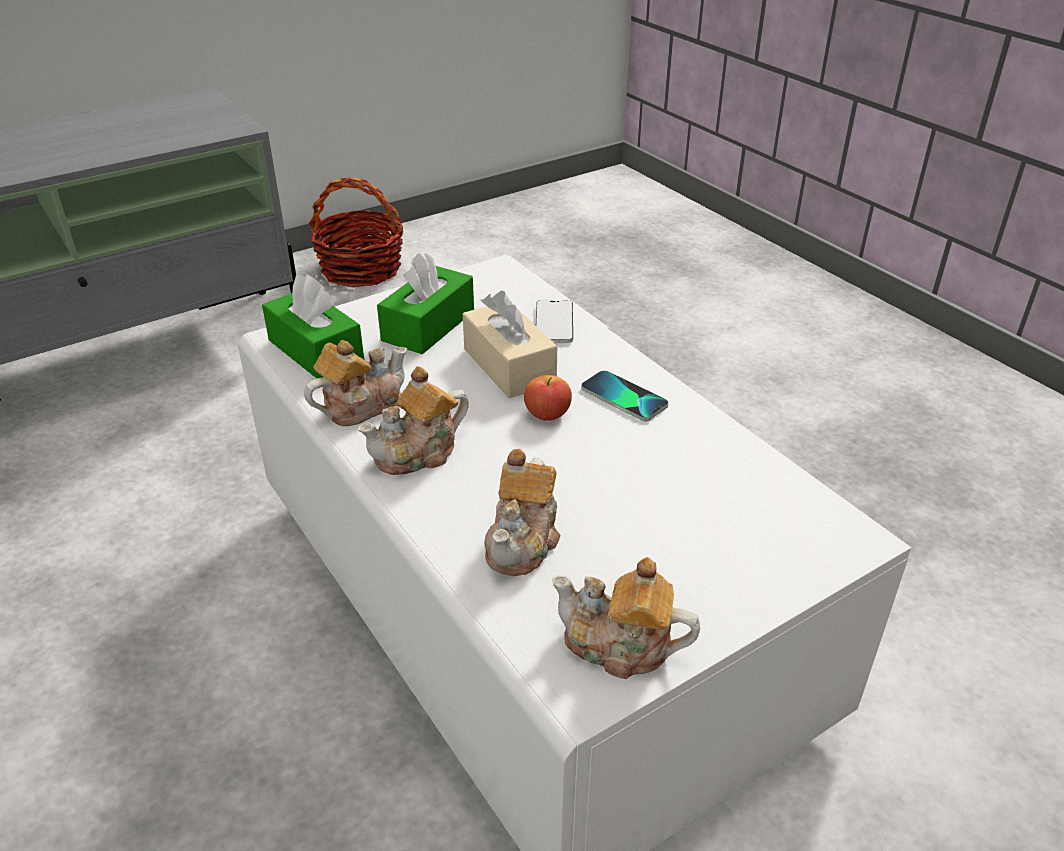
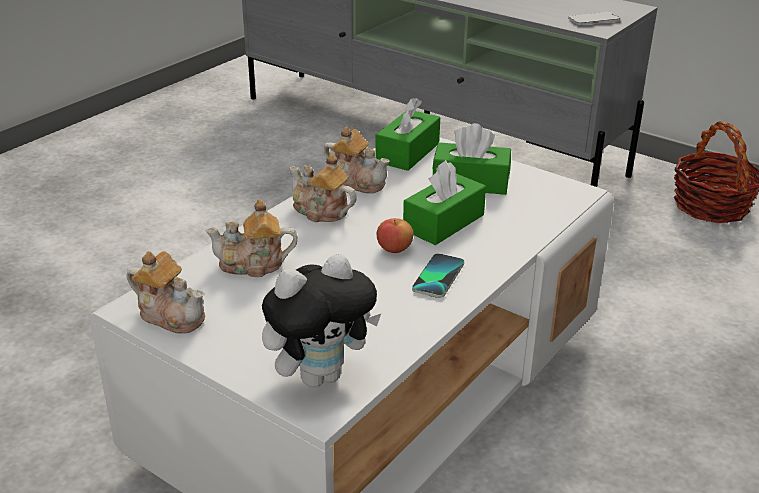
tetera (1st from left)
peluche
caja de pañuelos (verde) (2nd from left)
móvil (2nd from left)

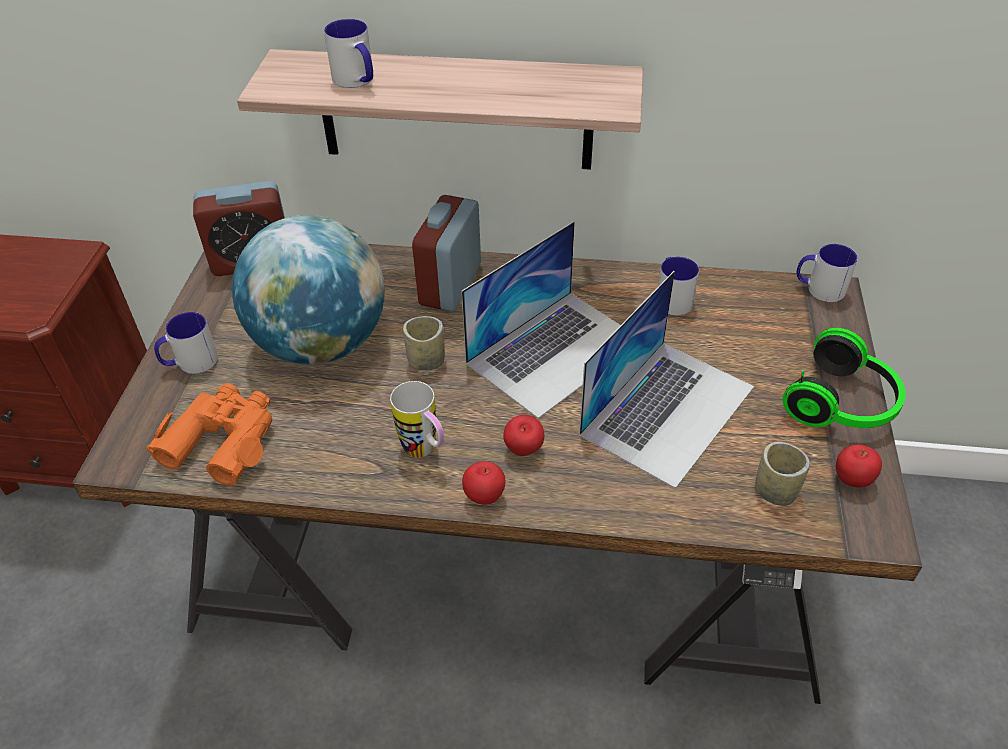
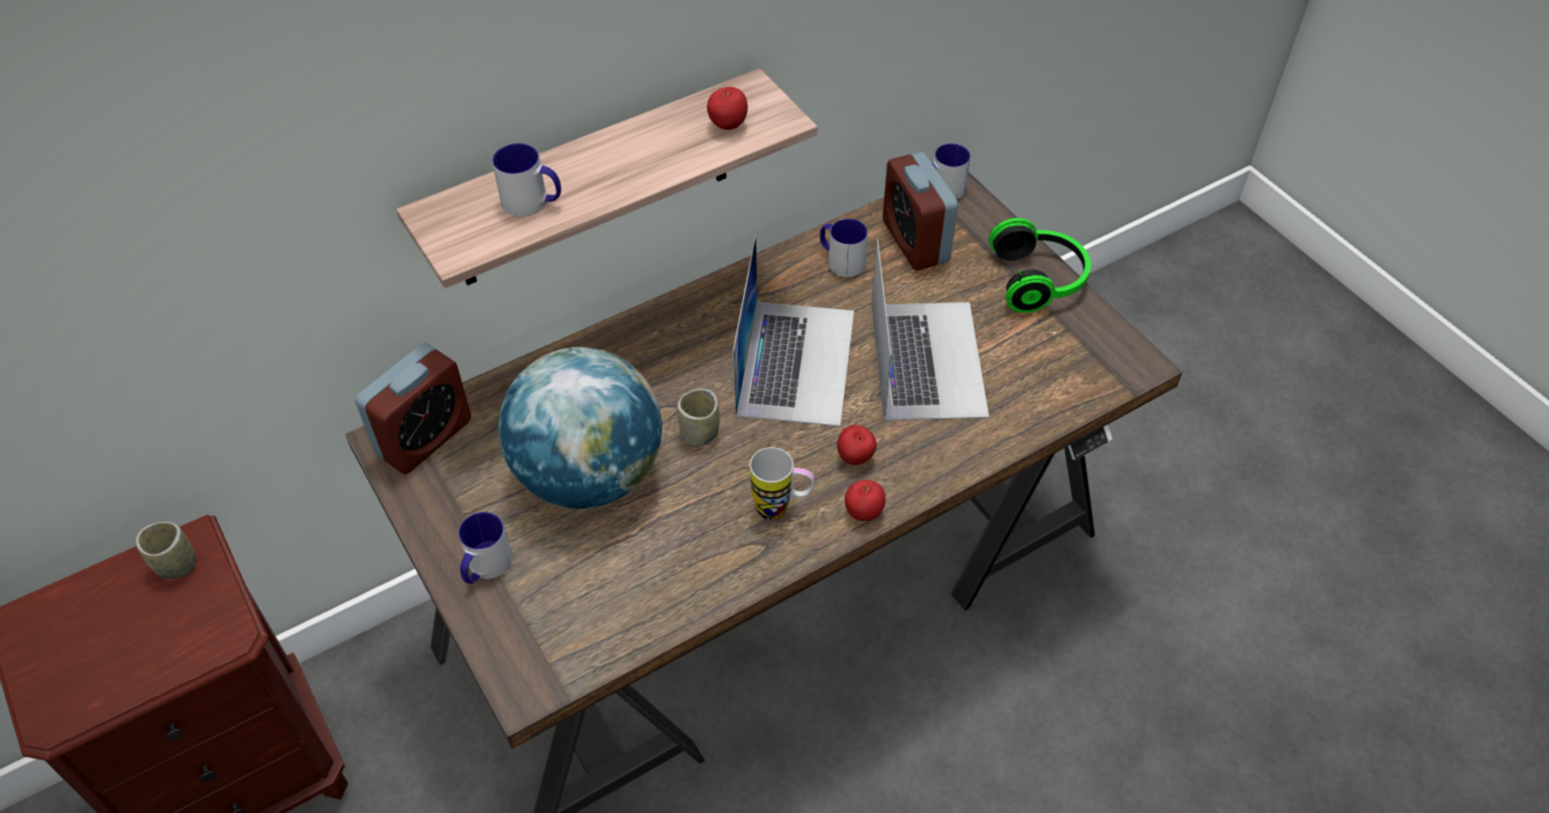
taza (1st from left)
manzana (1st from left)
despertador (2nd from left)
prismáticos (naranja)

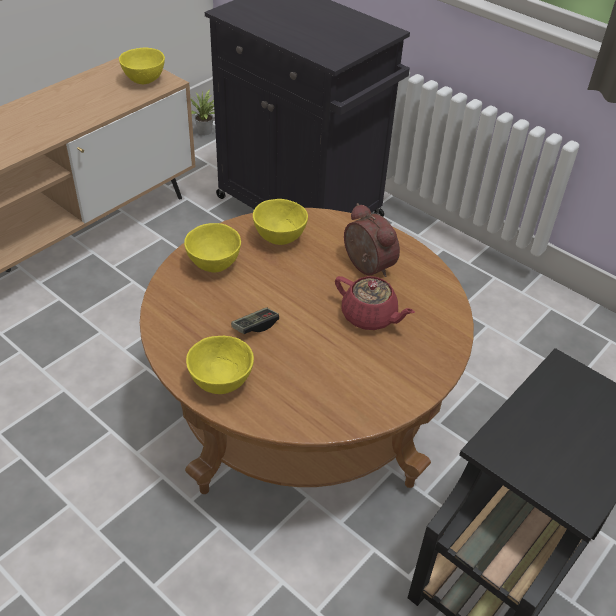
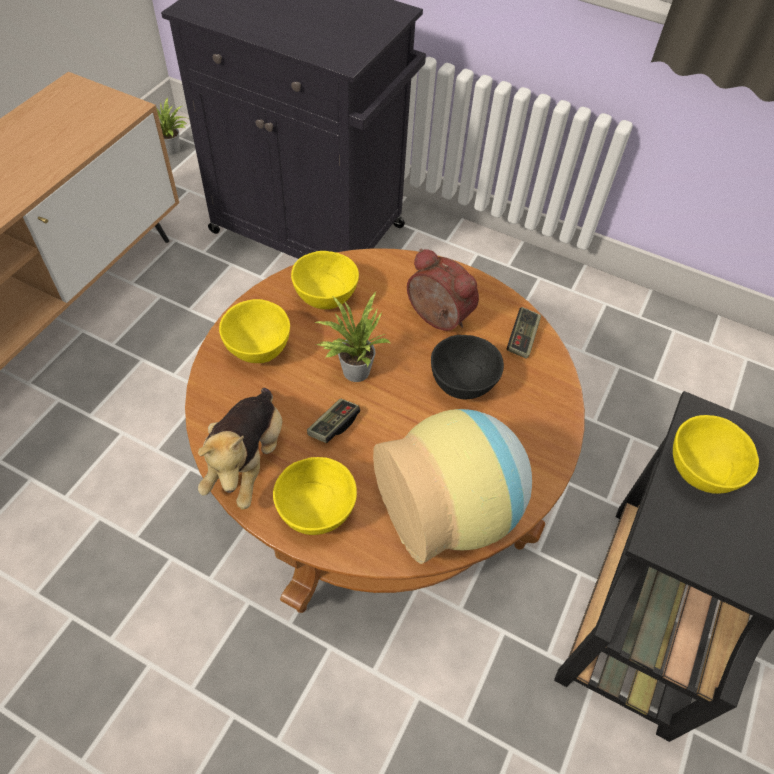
peluche
planta en maceta (2nd from left)
florero
cuenco (negro)
mando de consola (2nd from left)
cuenco (amarillo) (4th from left)

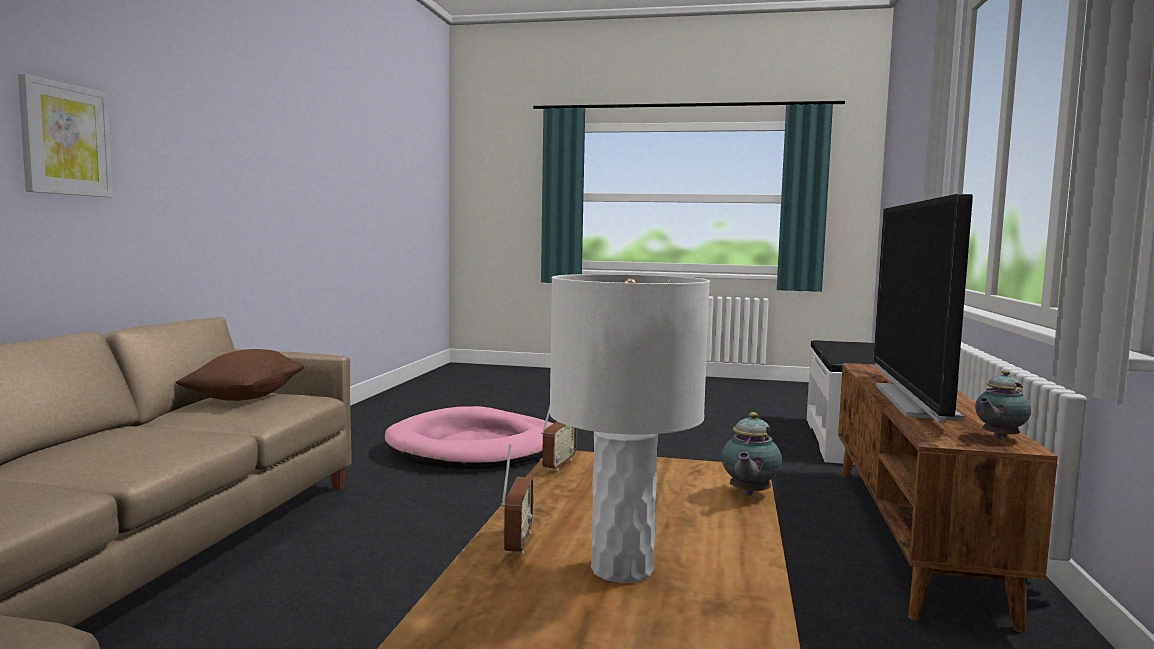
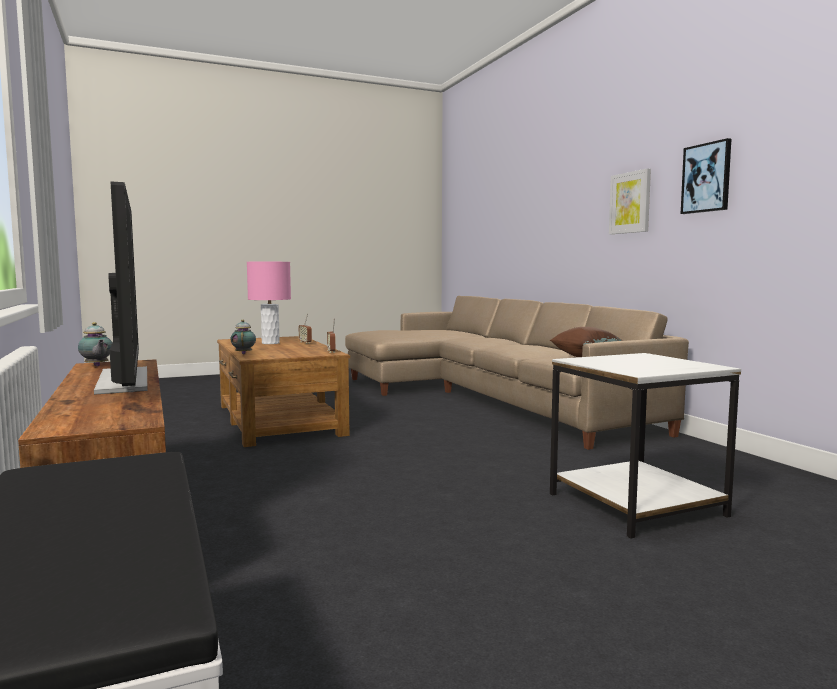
tetera (1st from left)
lámpara de mesa (rosa)
mesa auxiliar (blanco)
cuadro (2nd from left)

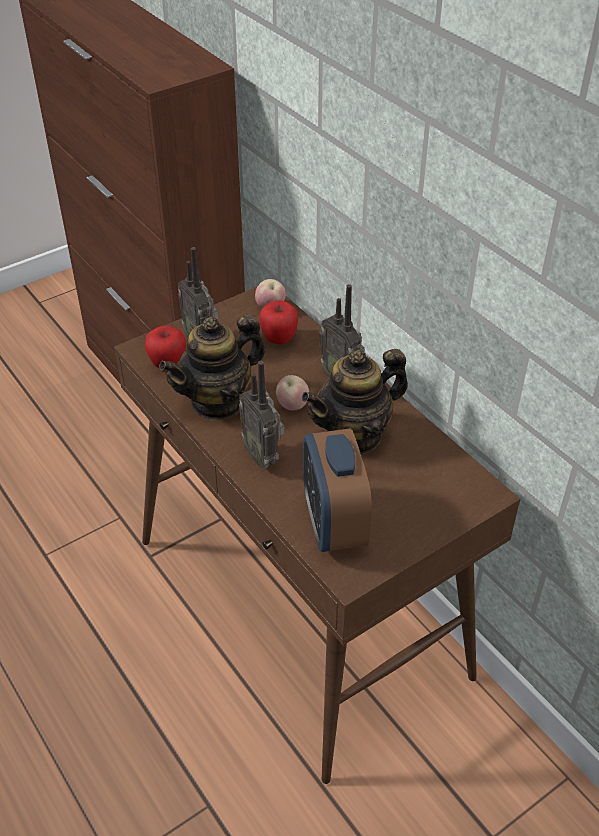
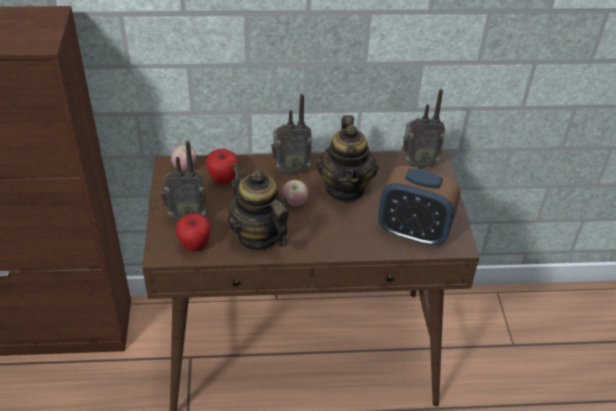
tetera (1st from left)
radio (3rd from left)

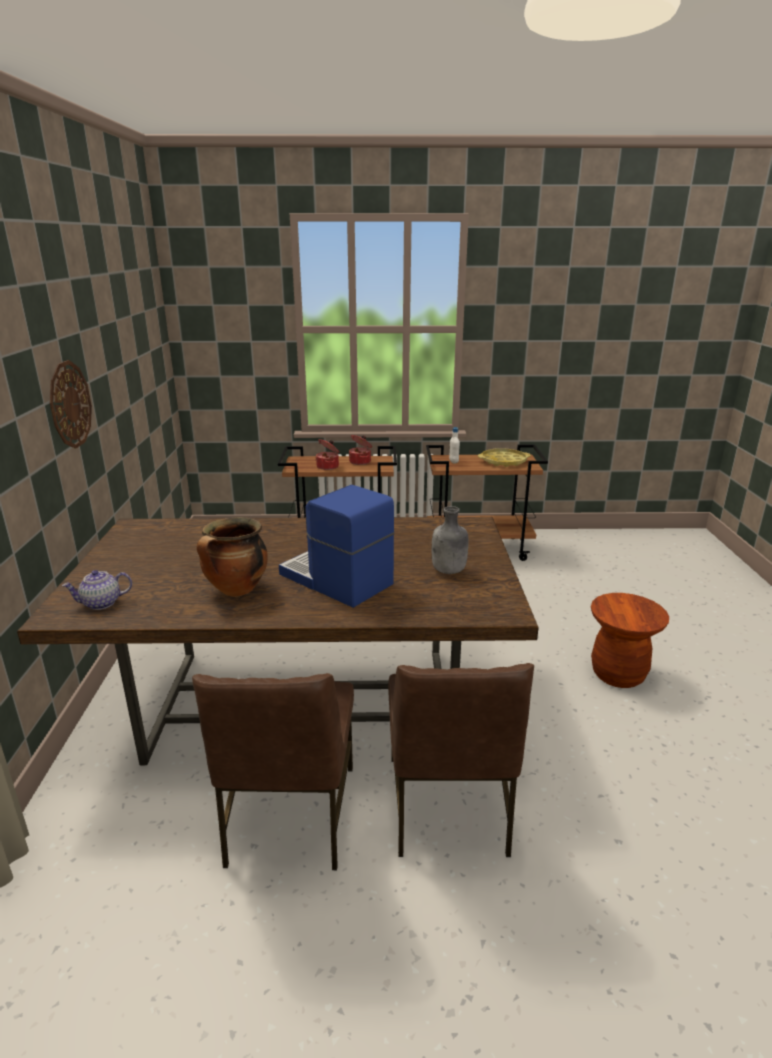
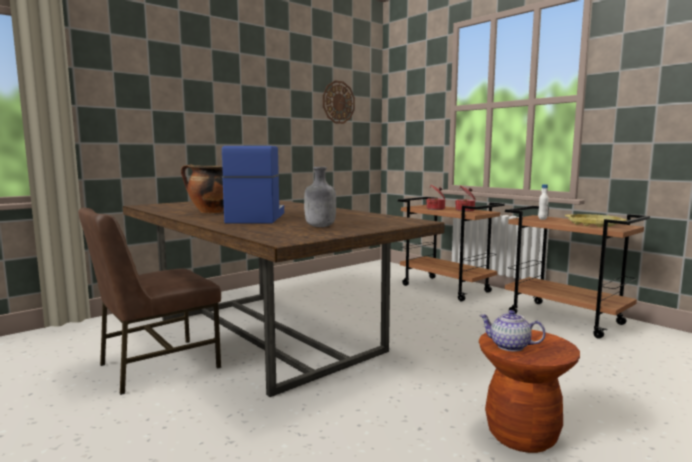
reloj de pared
tetera
silla (marrón) (2nd from left in the first image)

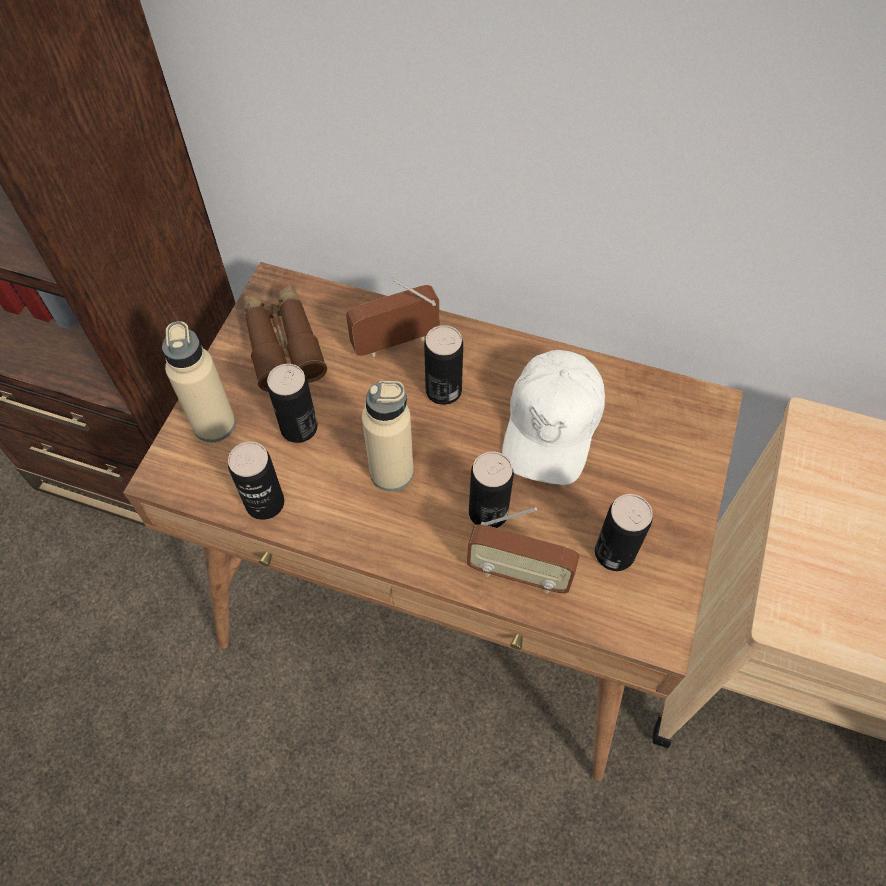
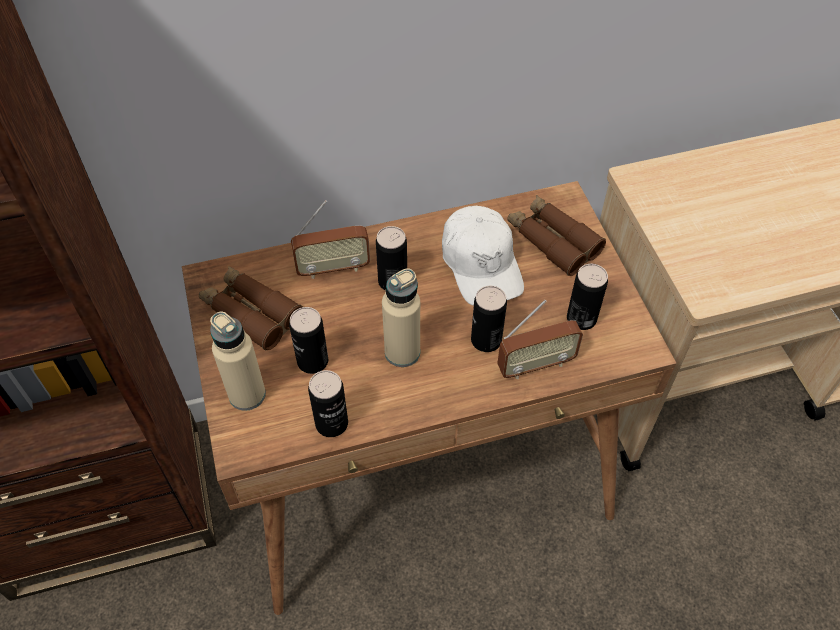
radio (1st from left)
prismáticos (marrón) (2nd from left)

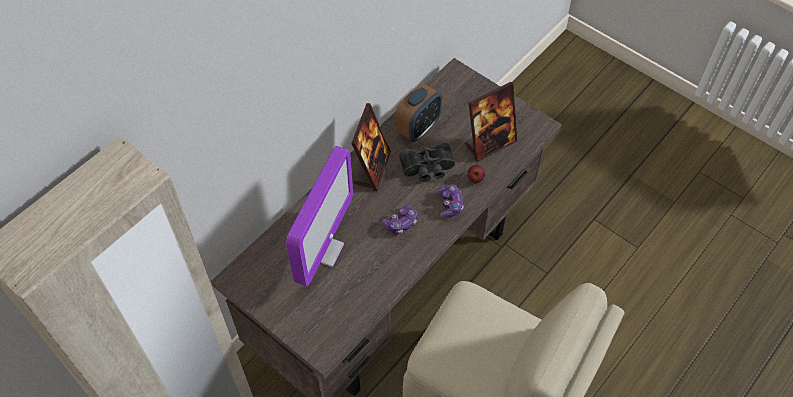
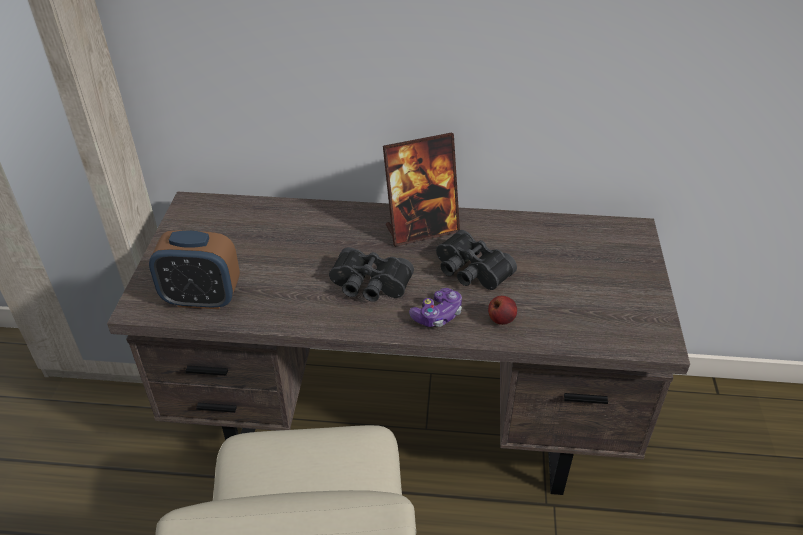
despertador
prismáticos (negro) (1st from left)
monitor
portarretratos (2nd from left in the first image)

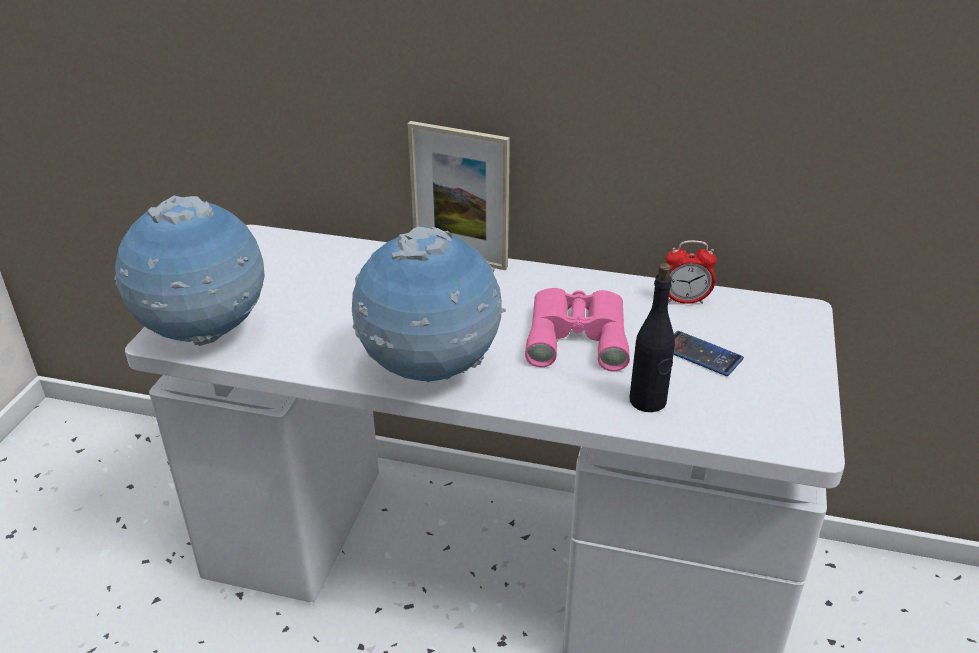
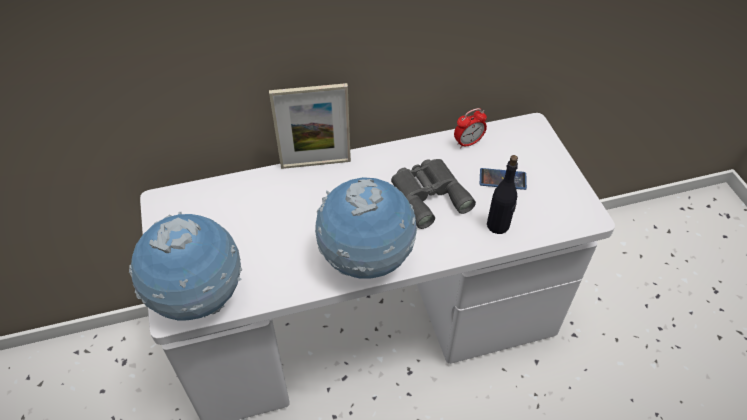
prismáticos (gris)

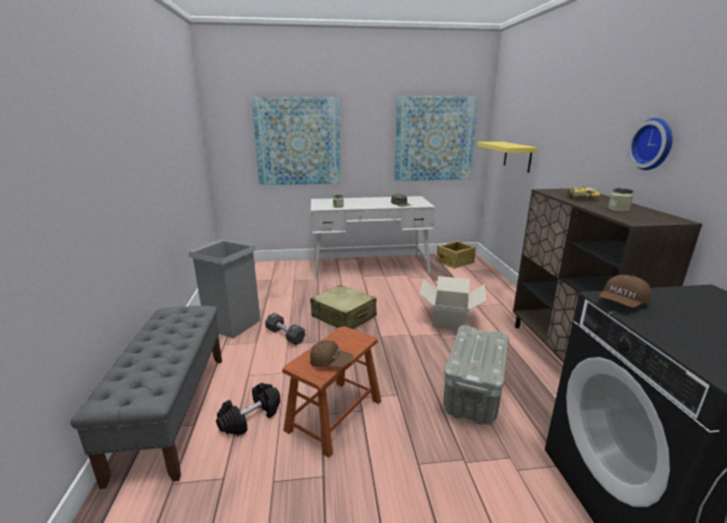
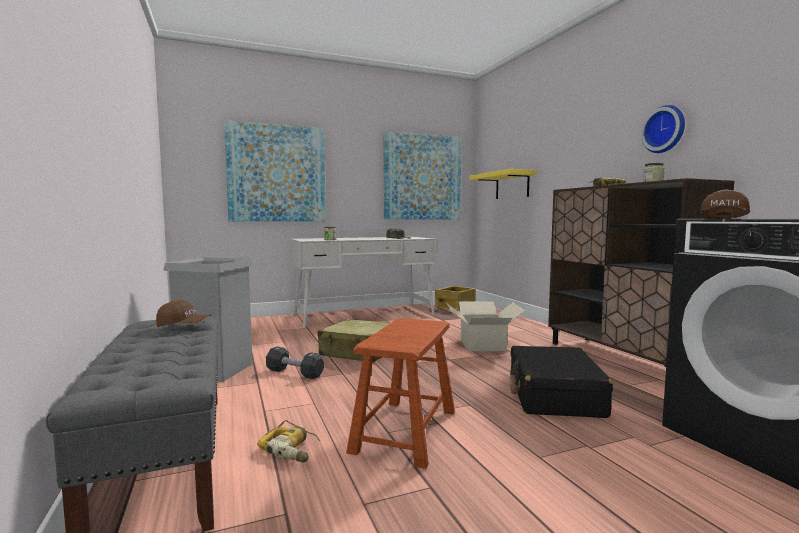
gorra (marrón) (1st from left)
taladro (1st from left)
maleta (negro)

